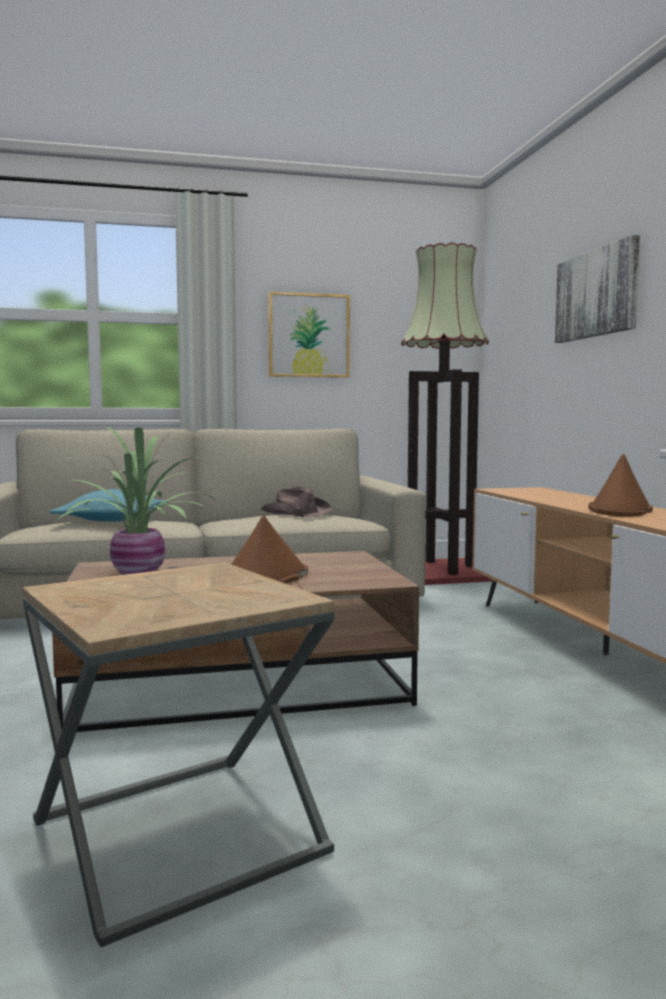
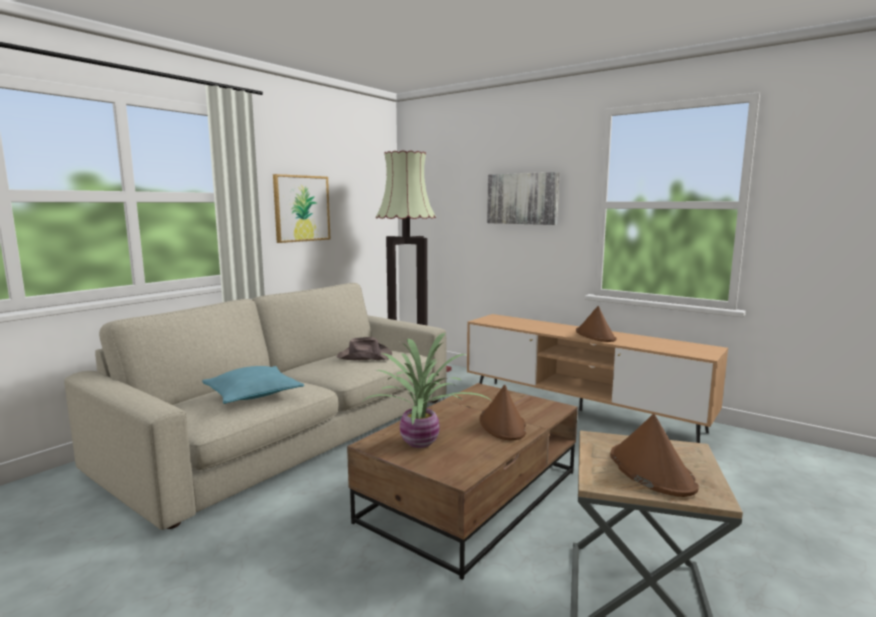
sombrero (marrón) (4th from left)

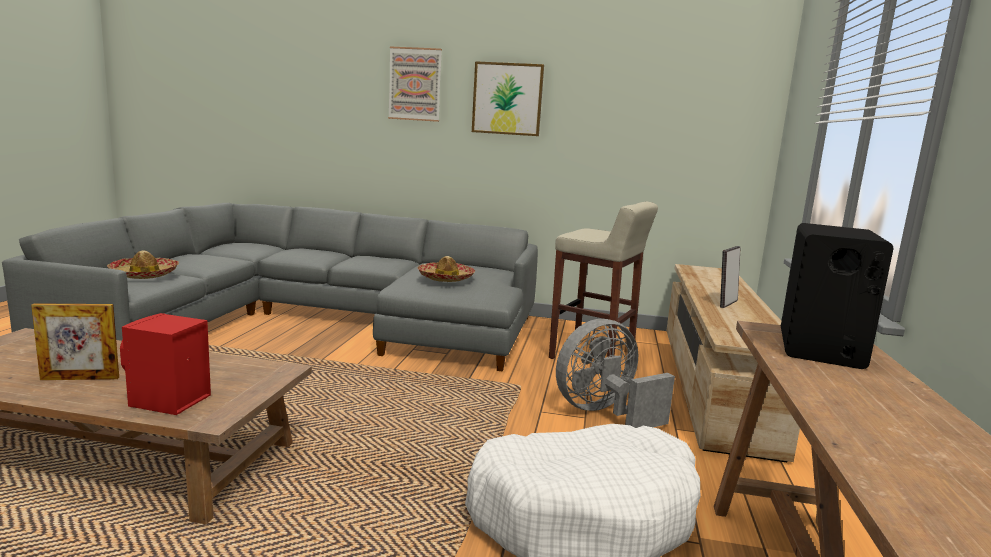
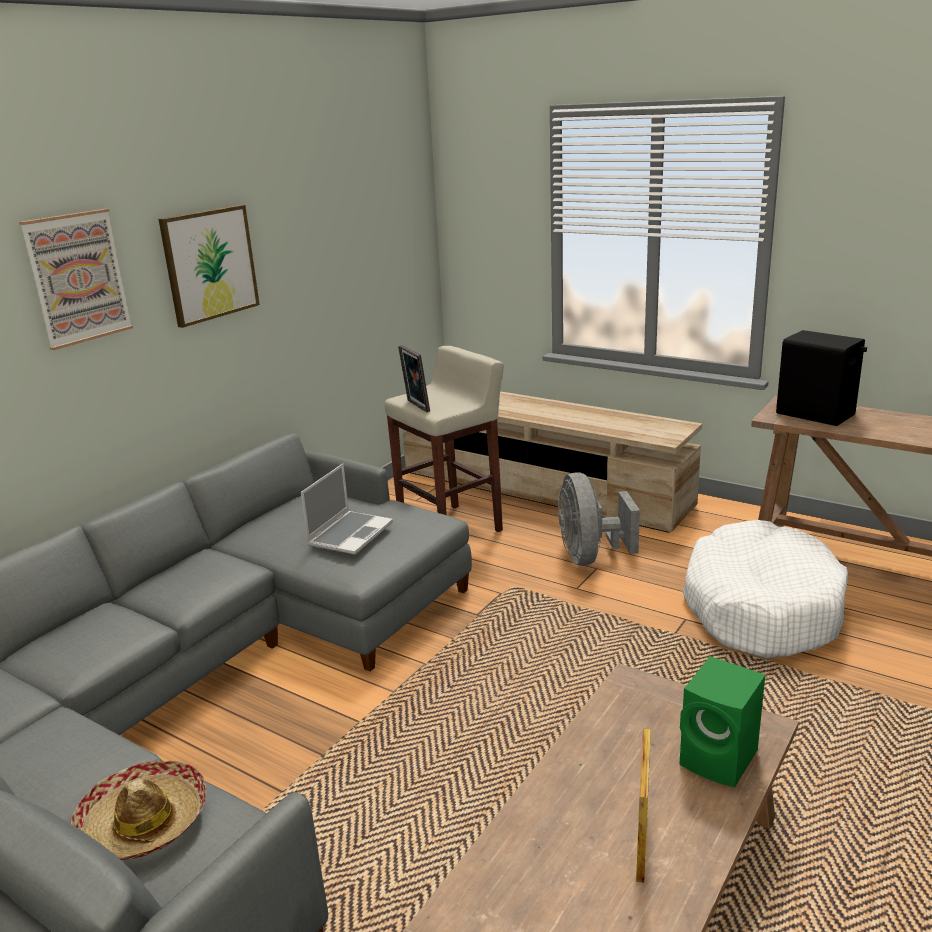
portátil
portarretratos (1st from left)
altavoz (verde)

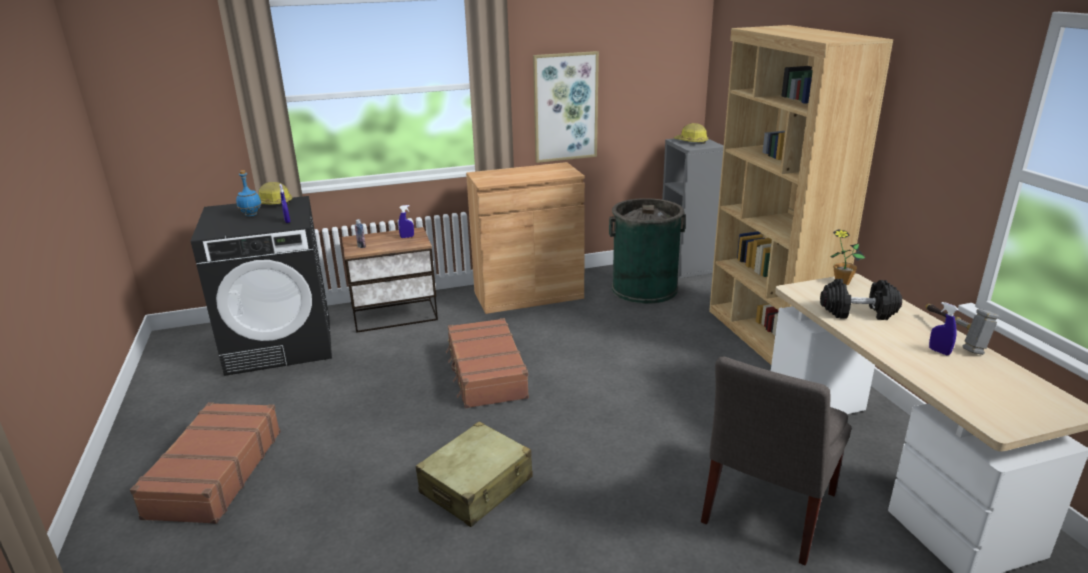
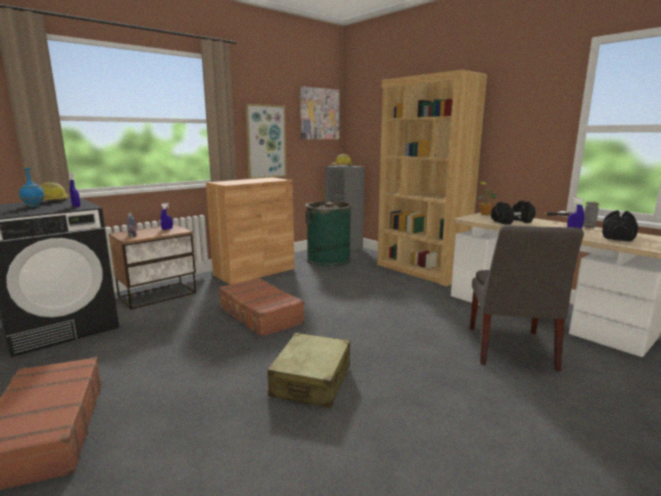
cuadro (2nd from left)
mancuerna (negro) (2nd from left)

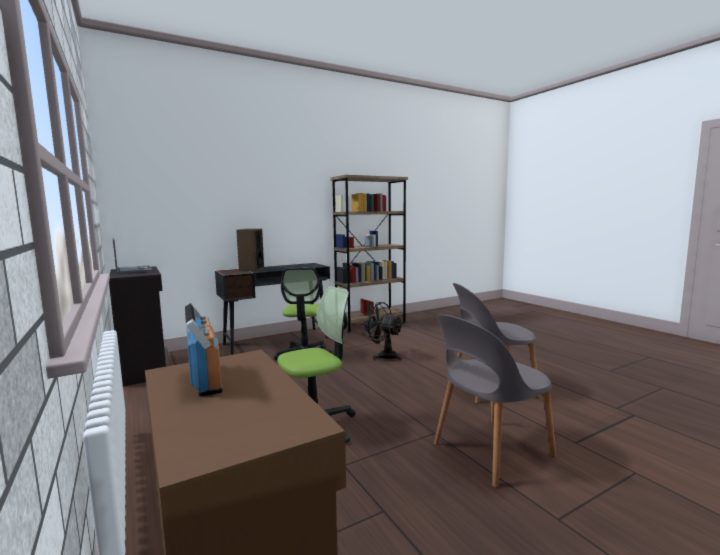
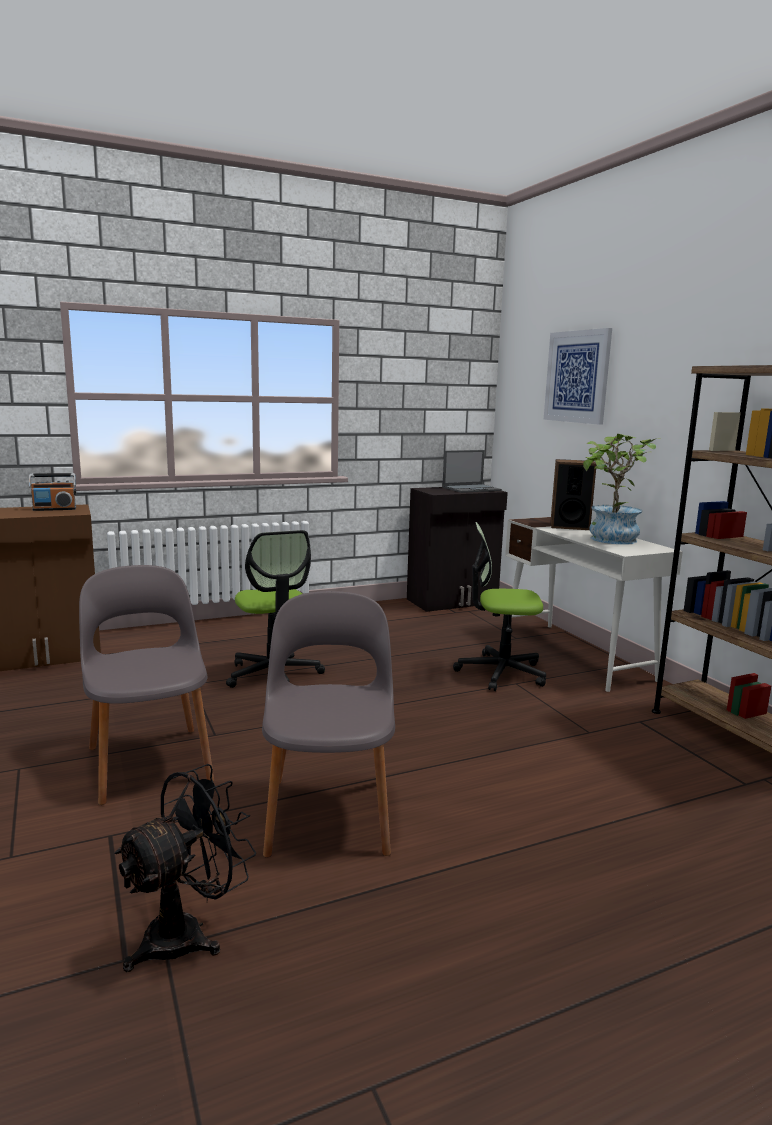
ventilador (negro)
escritorio (blanco)
cuadro
planta en maceta

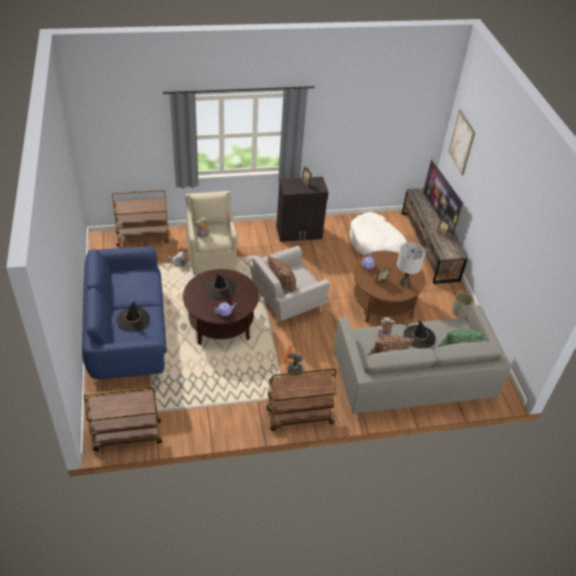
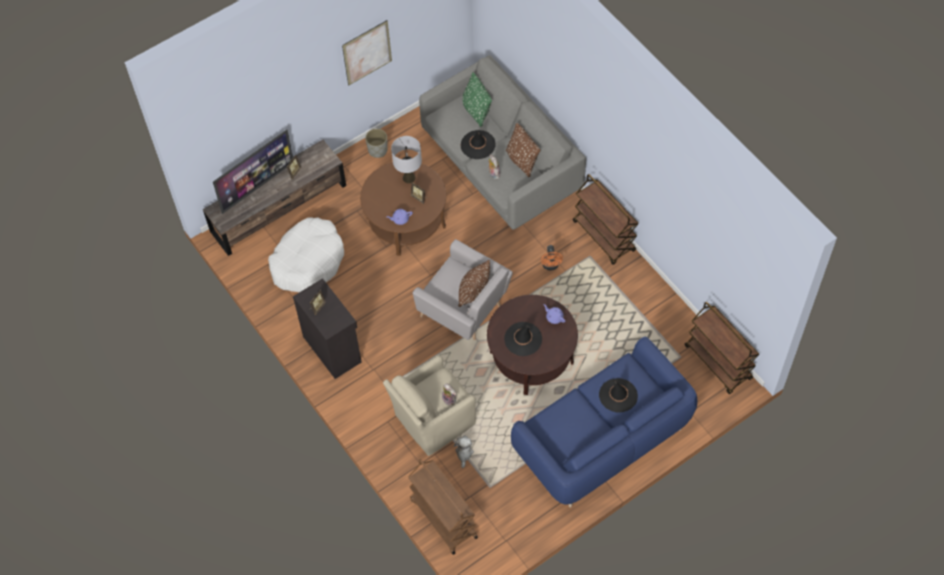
cuadro

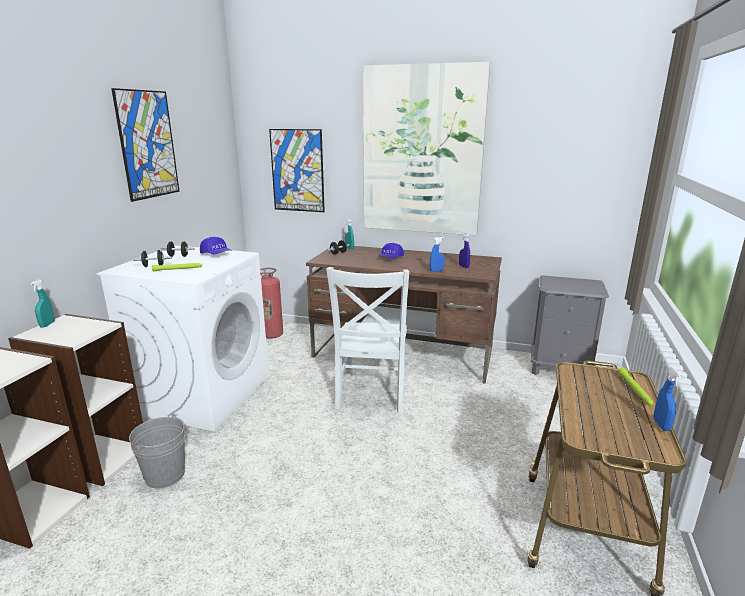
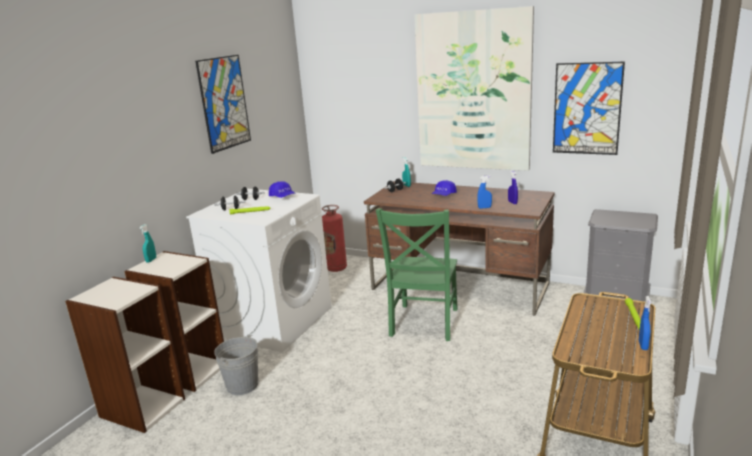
silla (verde)
cuadro (3rd from left)

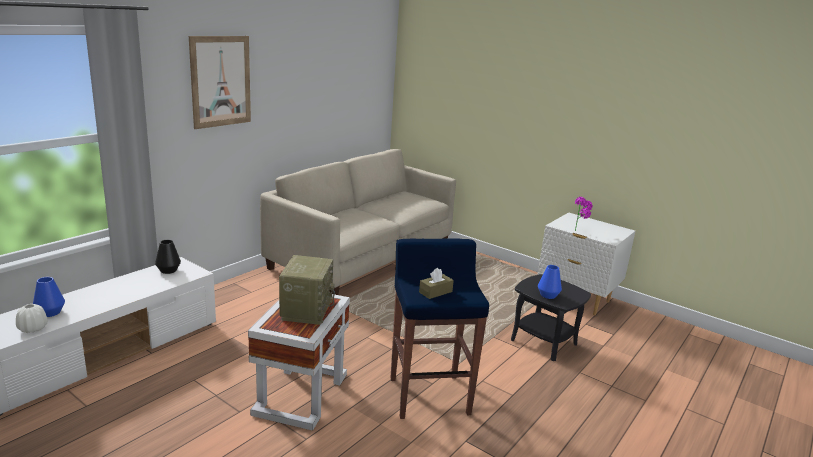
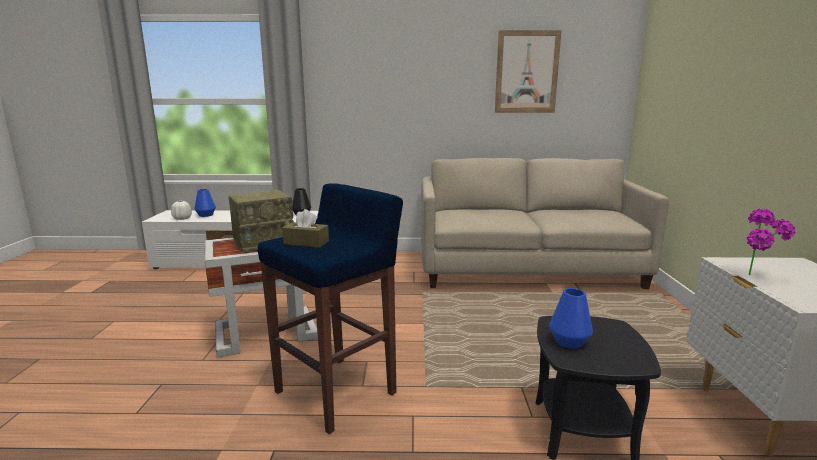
cuadro

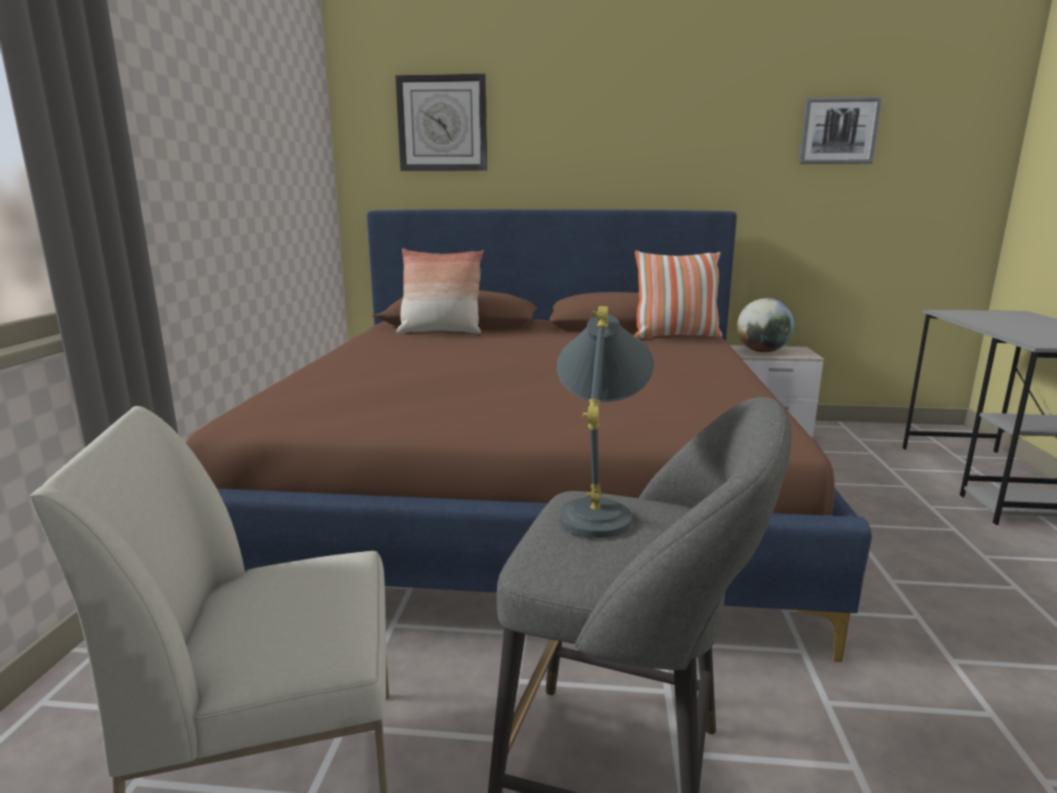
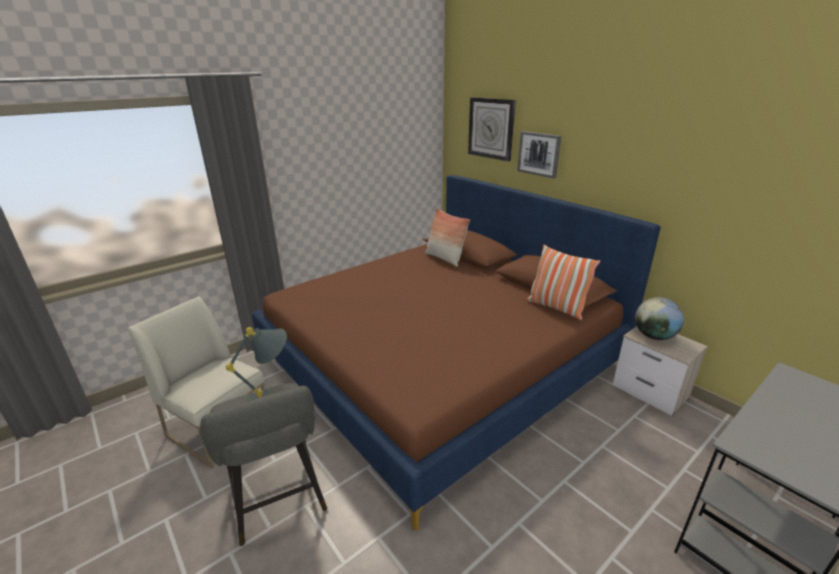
cuadro

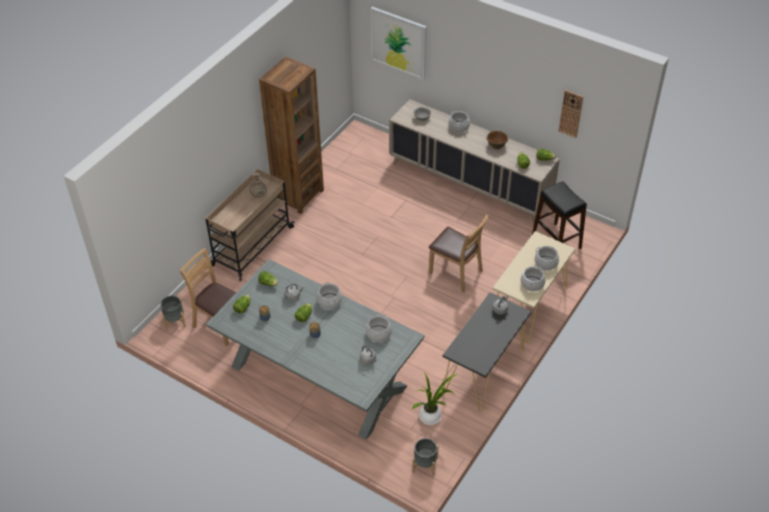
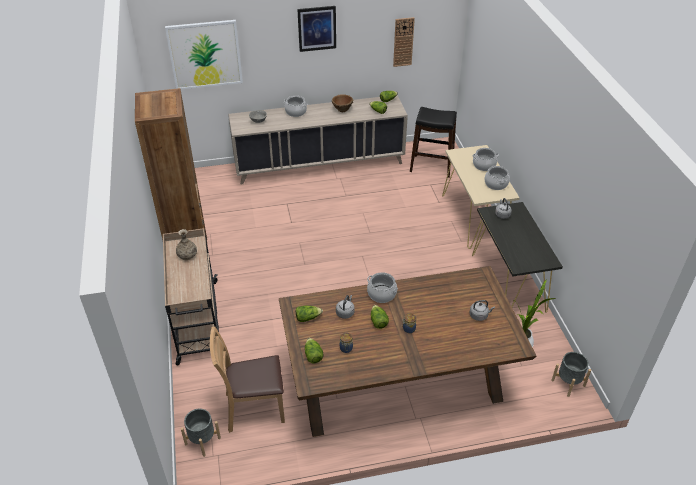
mesa de comedor (marrón)
cuadro (2nd from left)
olla (2nd from left in the first image)
silla (marrón) (2nd from left in the first image)

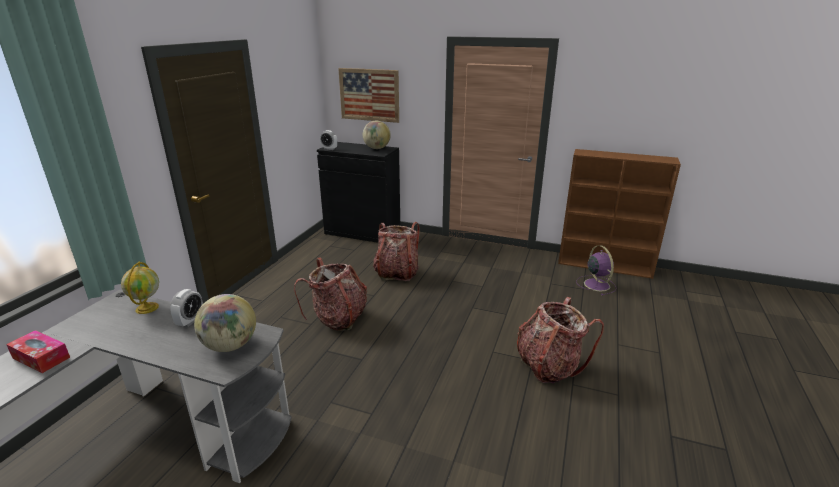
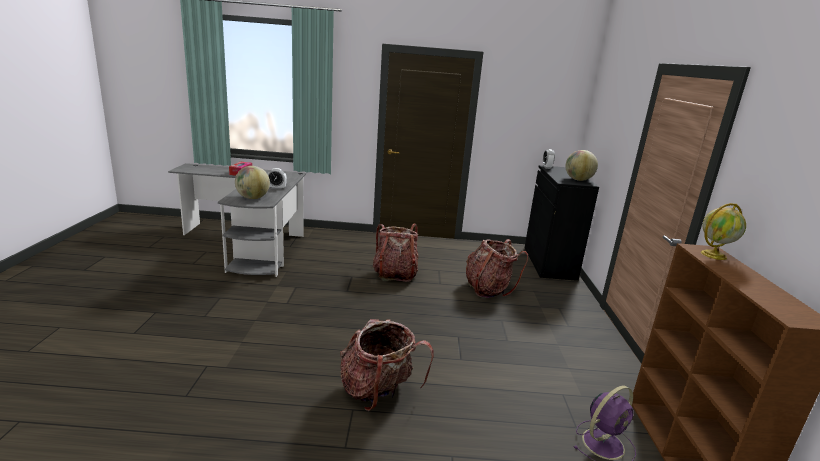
globo terráqueo (3rd from left)
cuadro

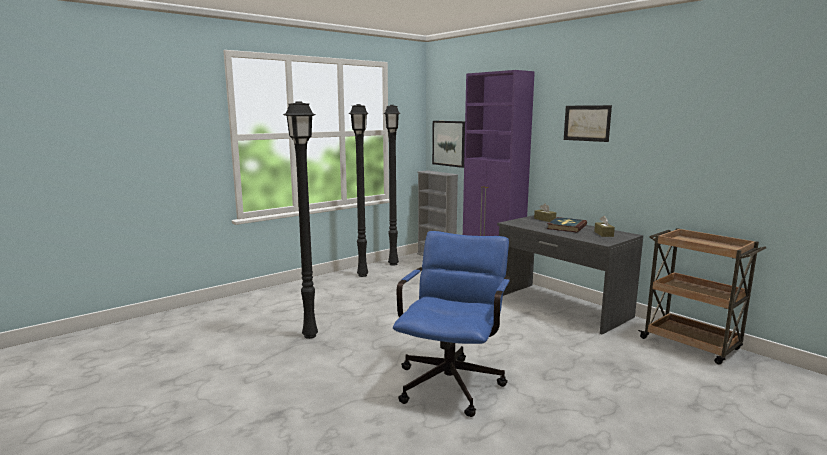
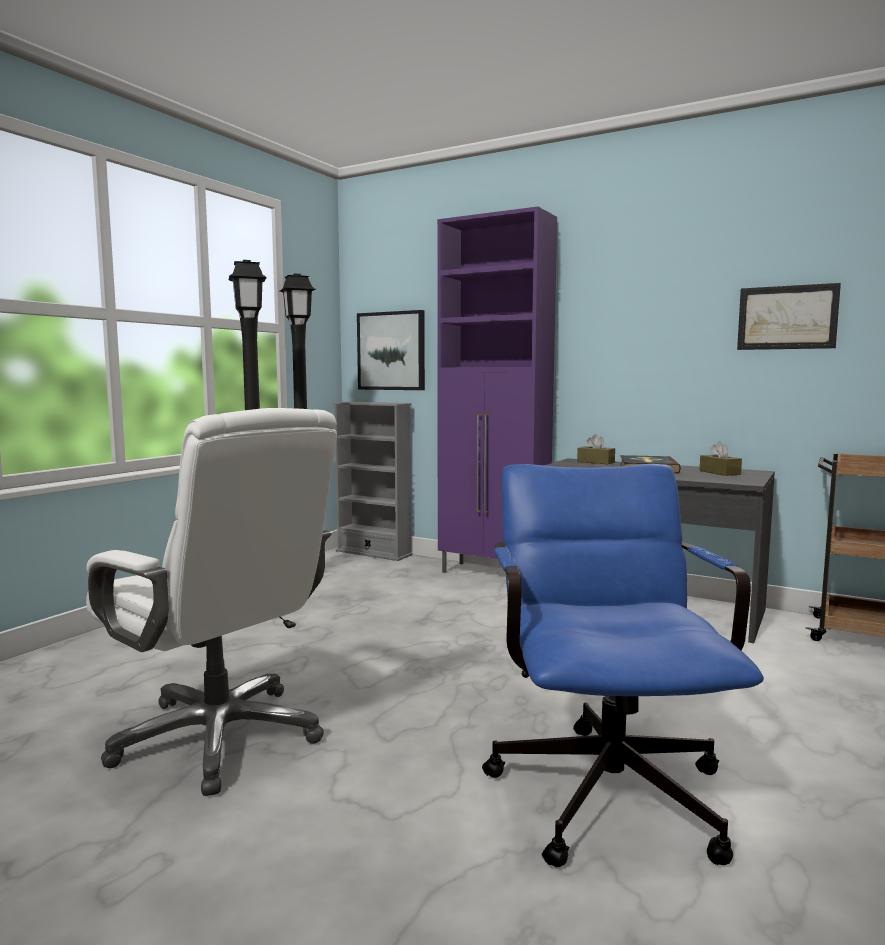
silla de oficina (blanco)
cuadro (2nd from left)

